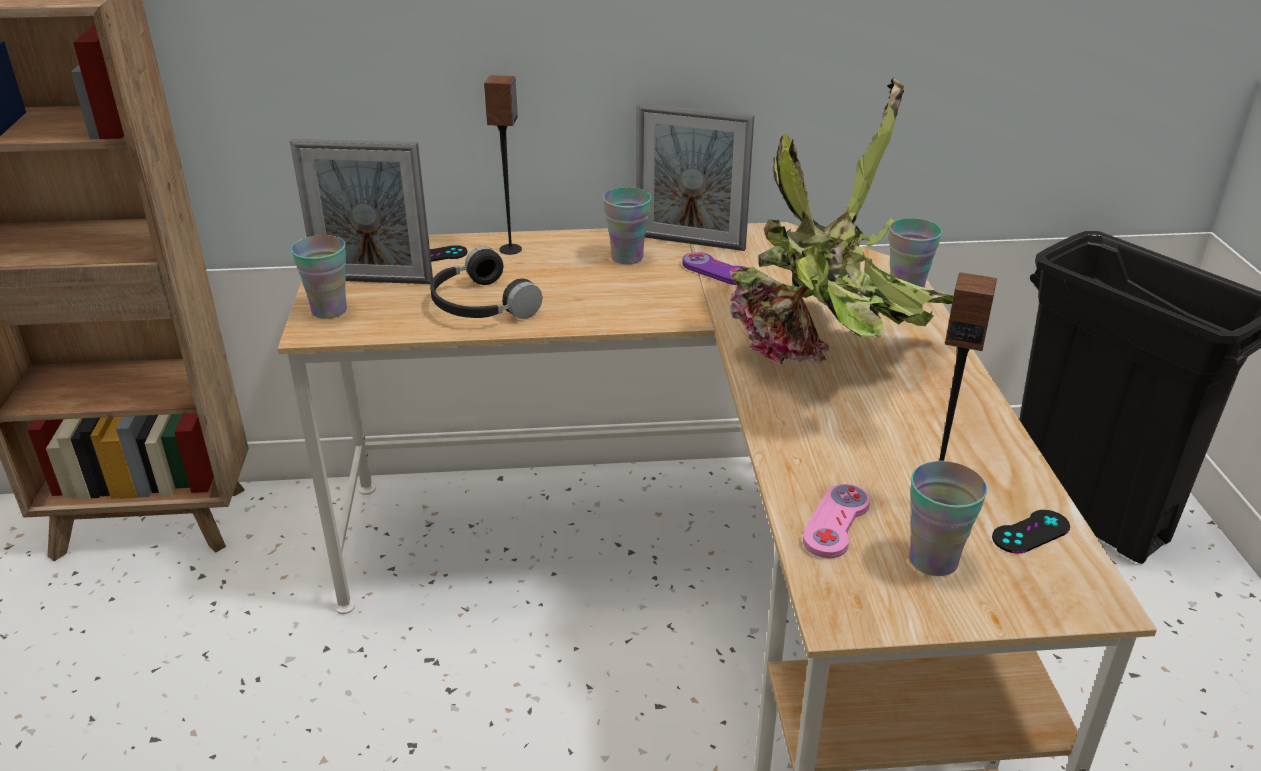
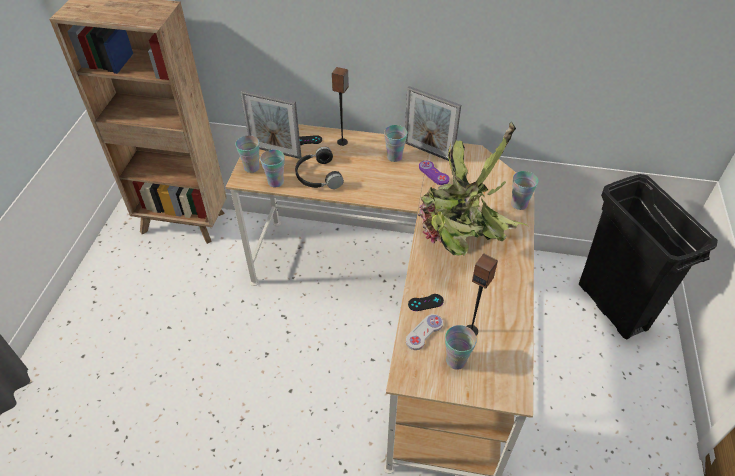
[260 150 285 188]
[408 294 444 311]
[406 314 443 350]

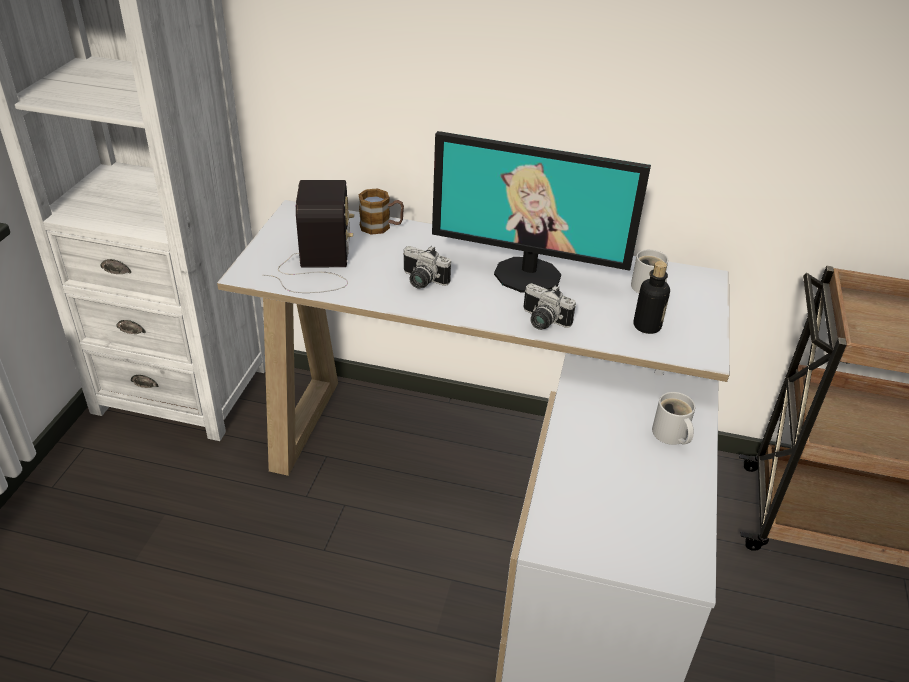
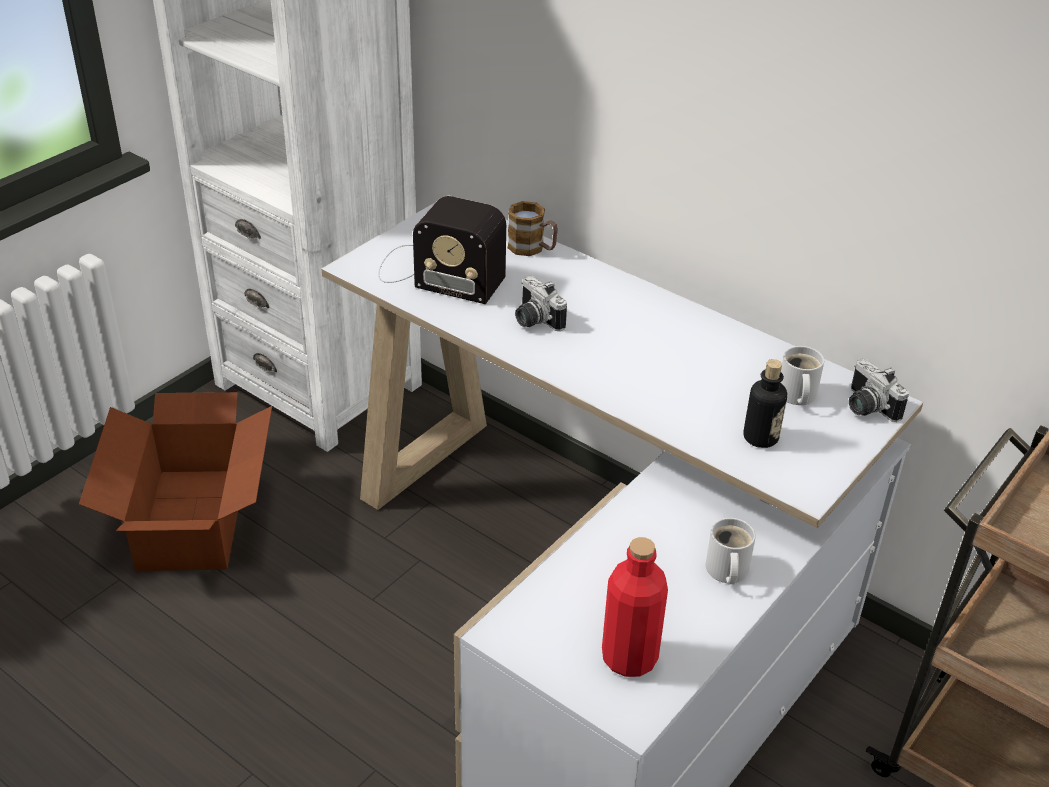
[432 131 651 292] (first image)
[79 392 272 571]
[602 537 668 677]
[849 359 909 422]
[378 196 506 304]

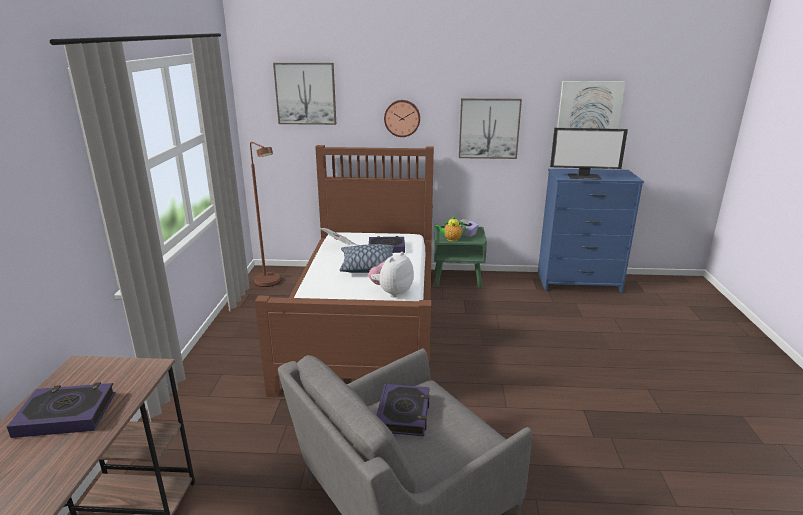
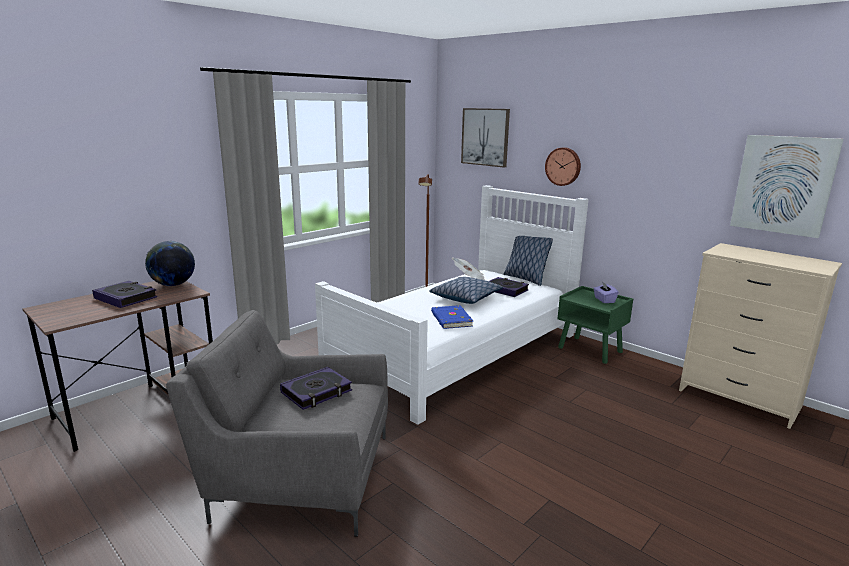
[434 215 466 241] (first image)
[459 98 522 159] (first image)
[550 128 628 180] (first image)
[145 241 195 286]
[503 236 553 286]
[431 305 473 329]
[315 185 589 425]
[679 243 842 429]

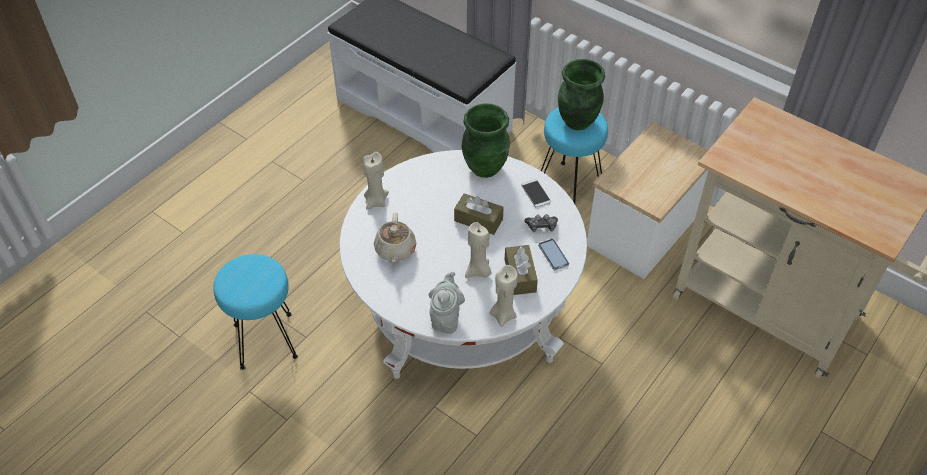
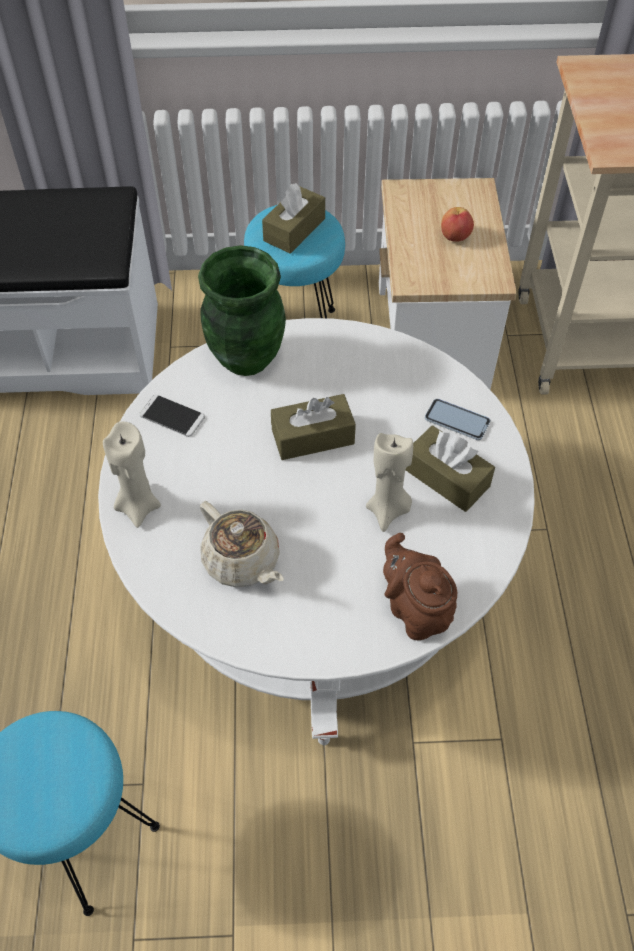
[490 265 518 327] (first image)
[525 214 558 232] (first image)
[441 207 474 242]
[139 395 205 437]
[262 183 325 254]
[383 533 457 640]

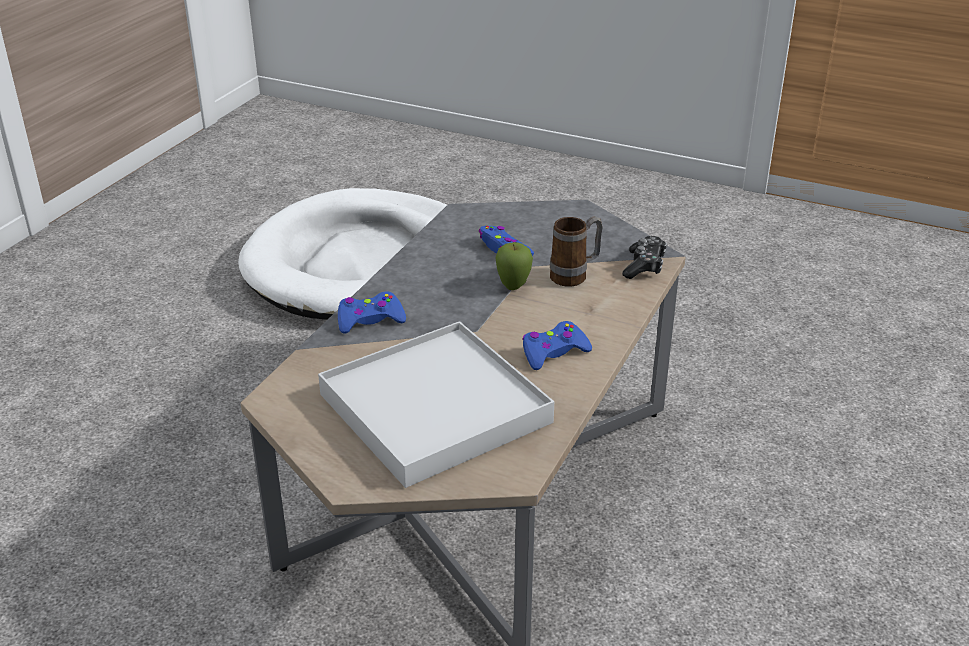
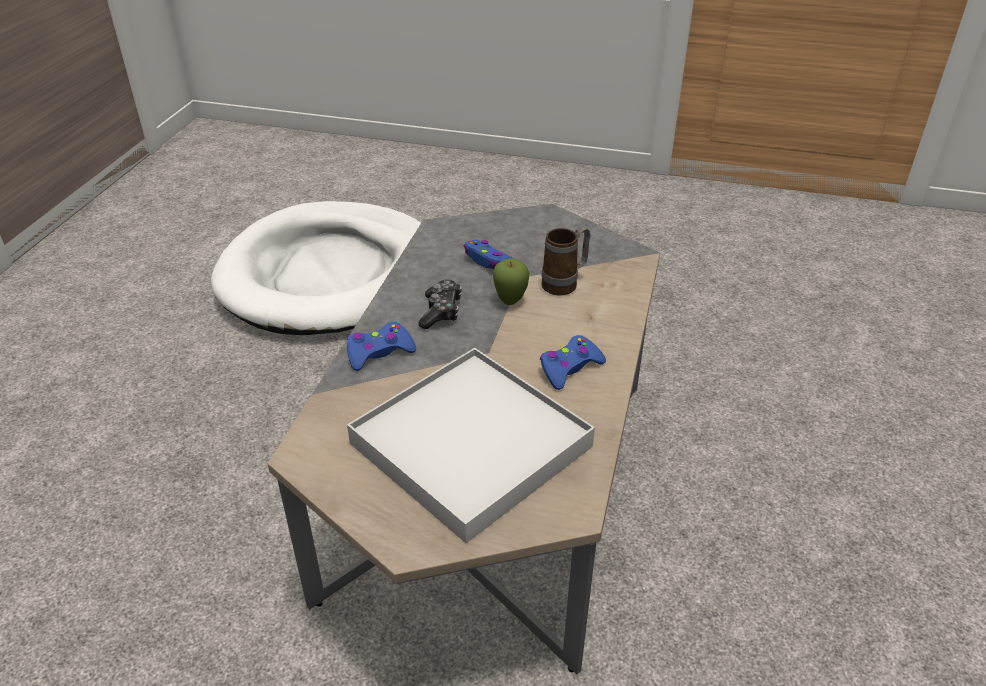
[418 279 462 329]

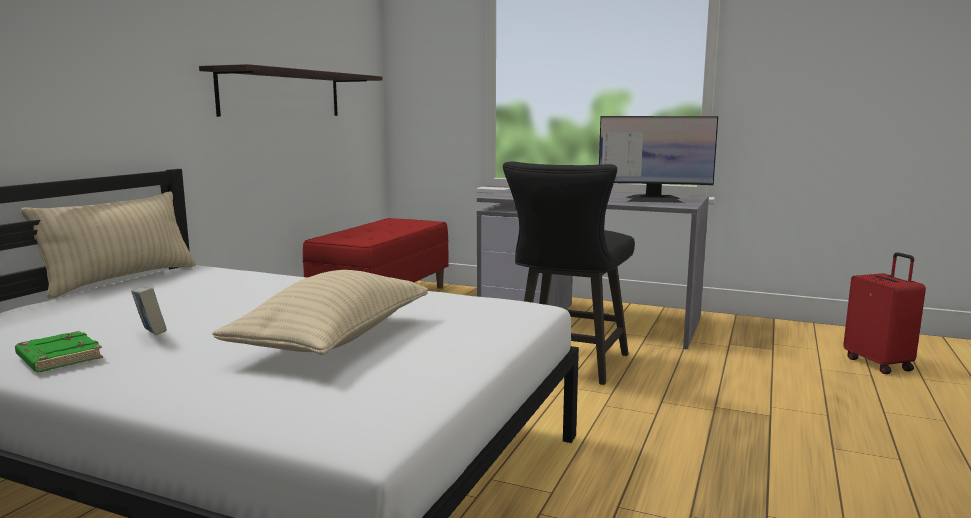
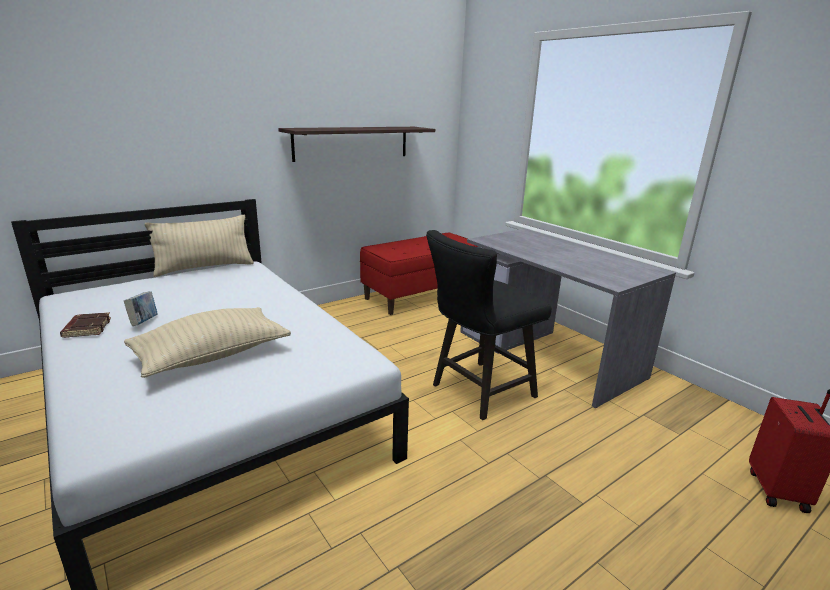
[599 116 718 203] (first image)
[60 312 111 338]

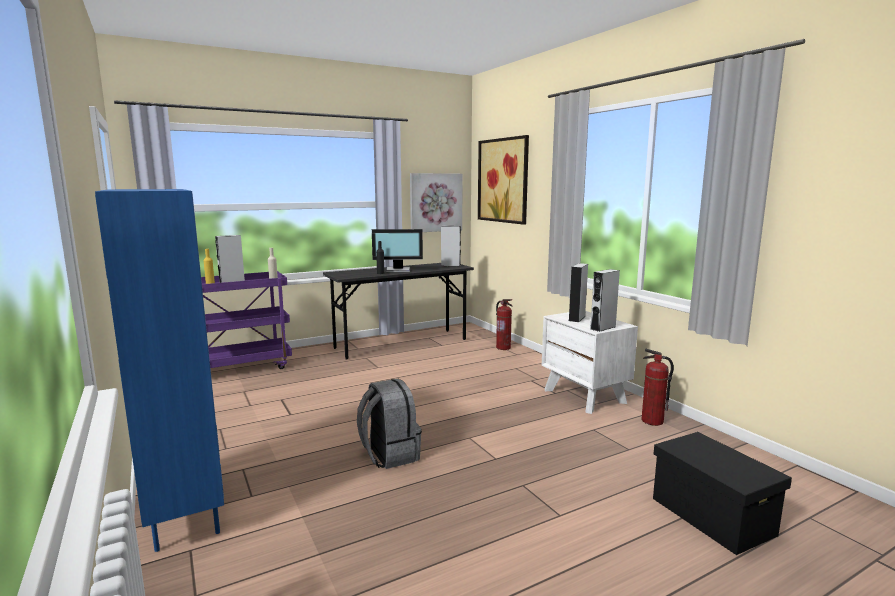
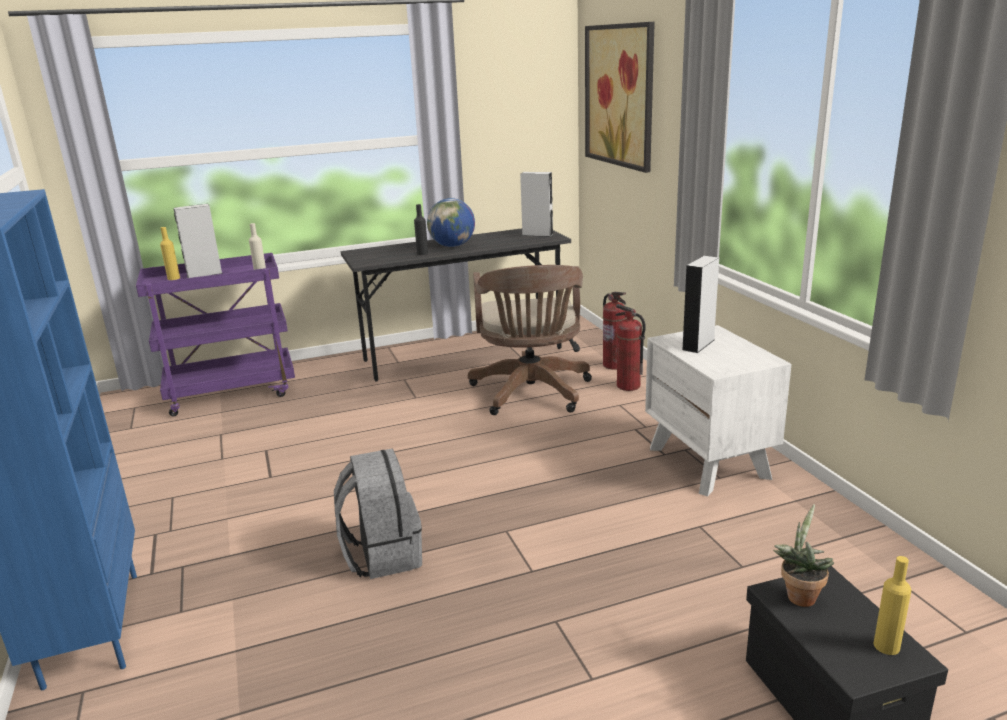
[410 173 463 232] (first image)
[590 269 620 332] (first image)
[468 265 592 415]
[773 504 834 607]
[873 556 911 655]
[615 304 646 391]
[427 198 475 247]

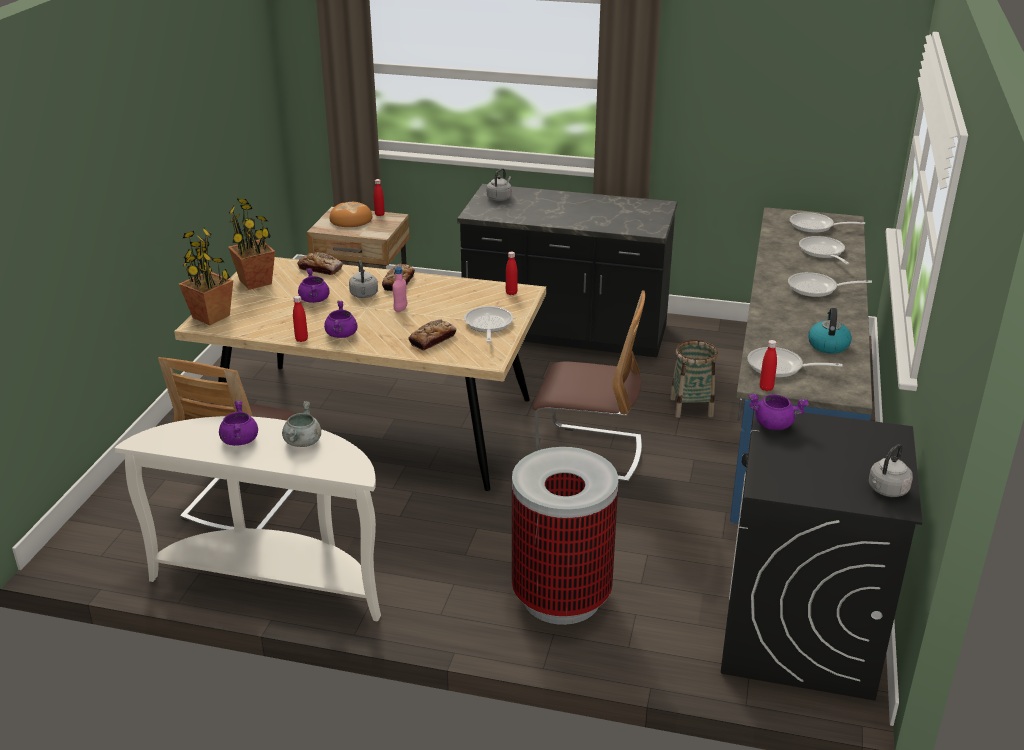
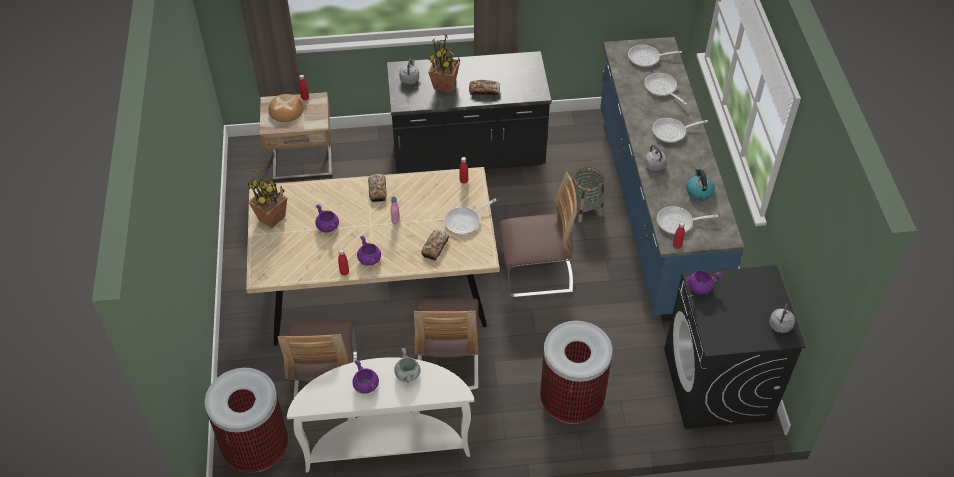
[205 368 288 473]
[414 298 479 391]
[428 32 460 93]
[469 80 500 96]
[644 145 666 171]
[444 199 496 235]

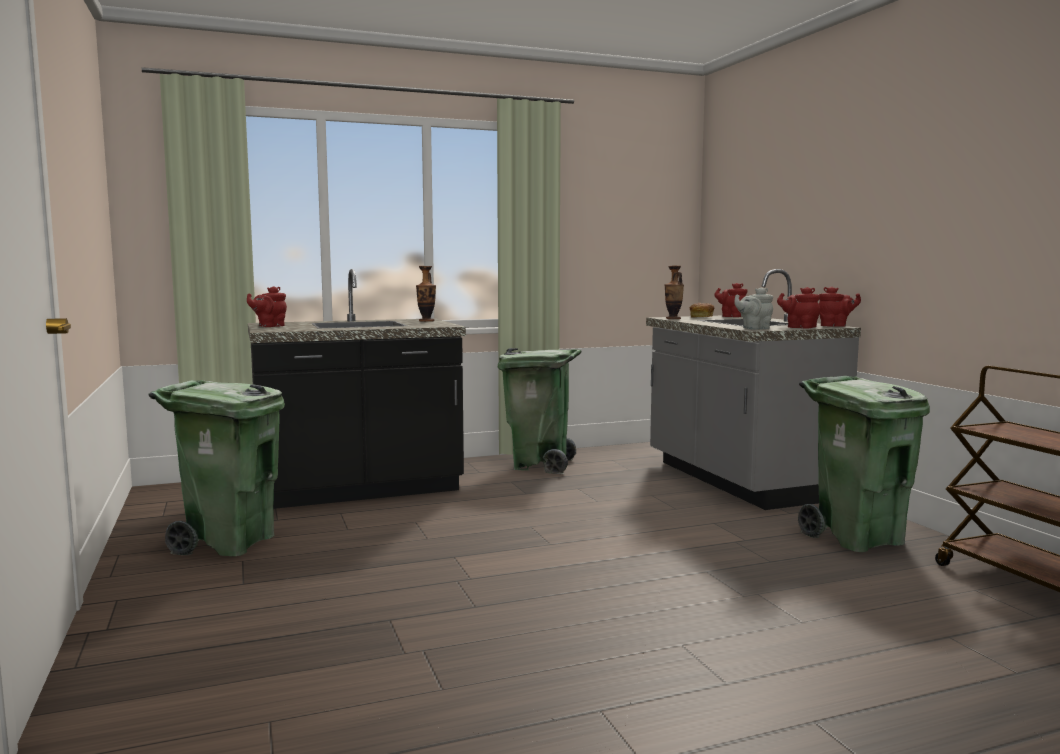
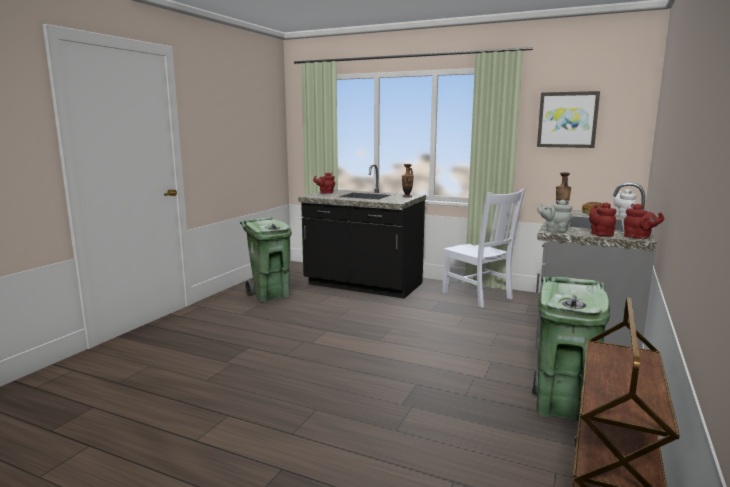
[537 91 600 148]
[442 189 525 307]
[614 189 636 217]

